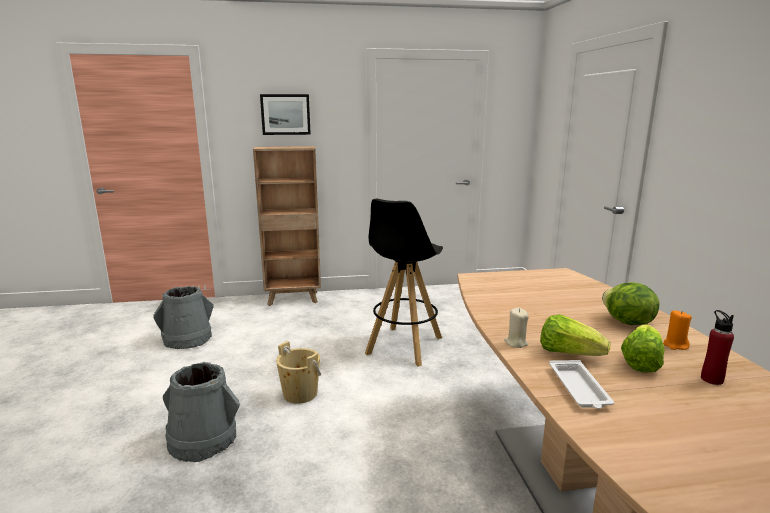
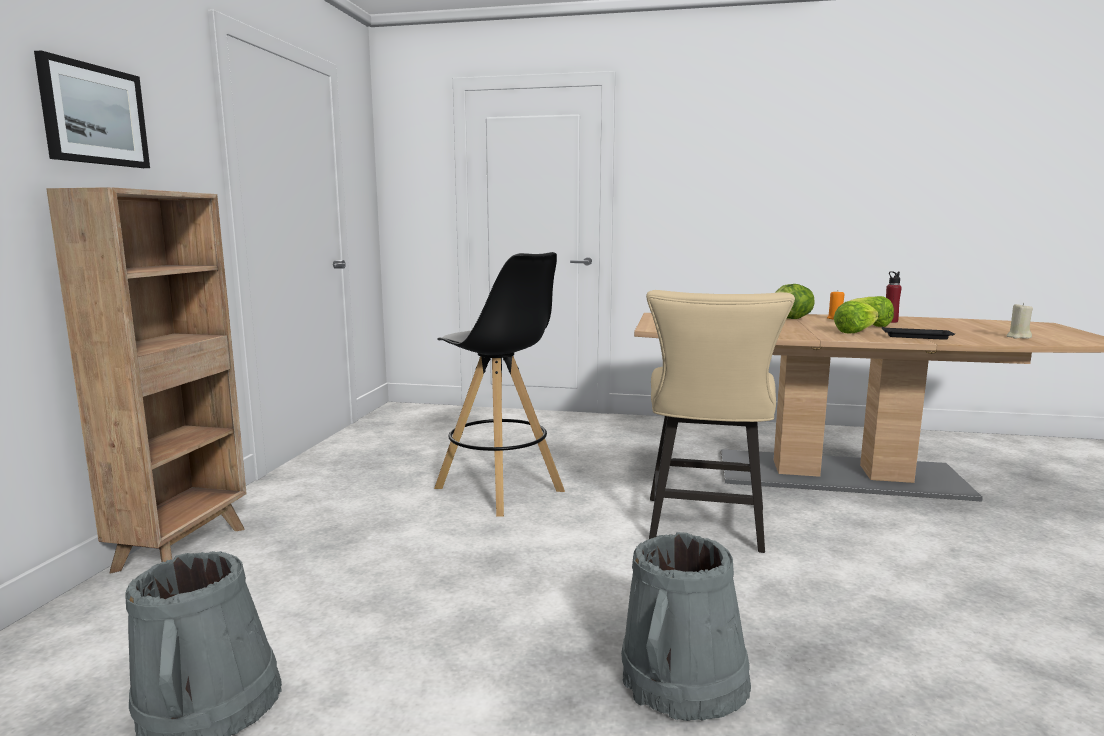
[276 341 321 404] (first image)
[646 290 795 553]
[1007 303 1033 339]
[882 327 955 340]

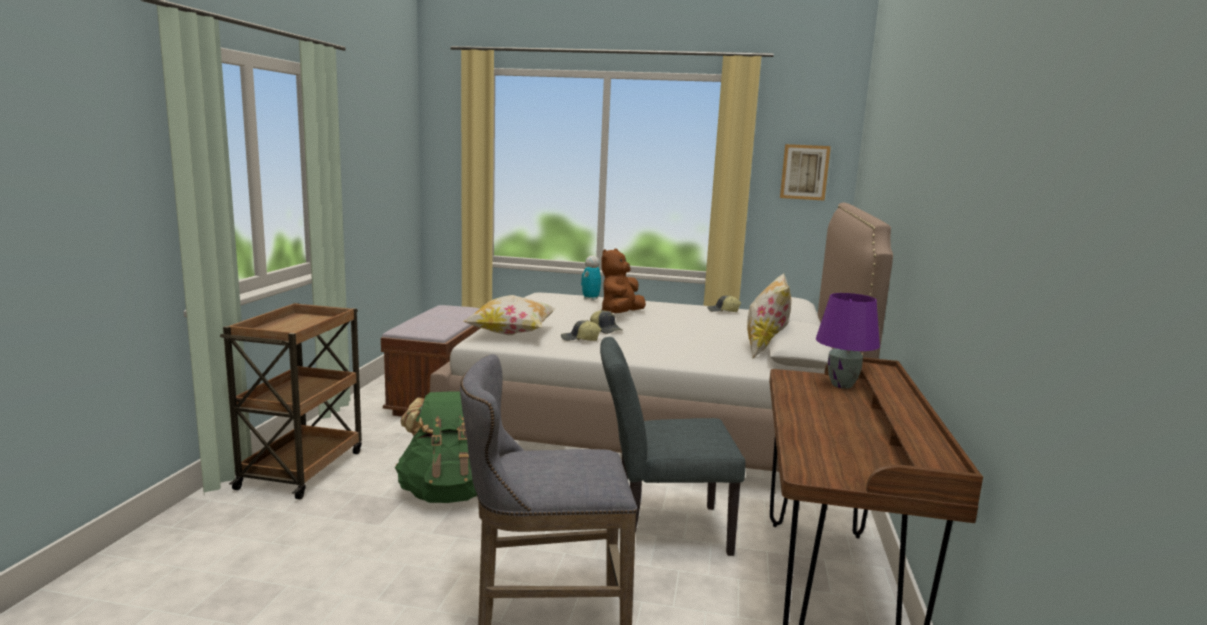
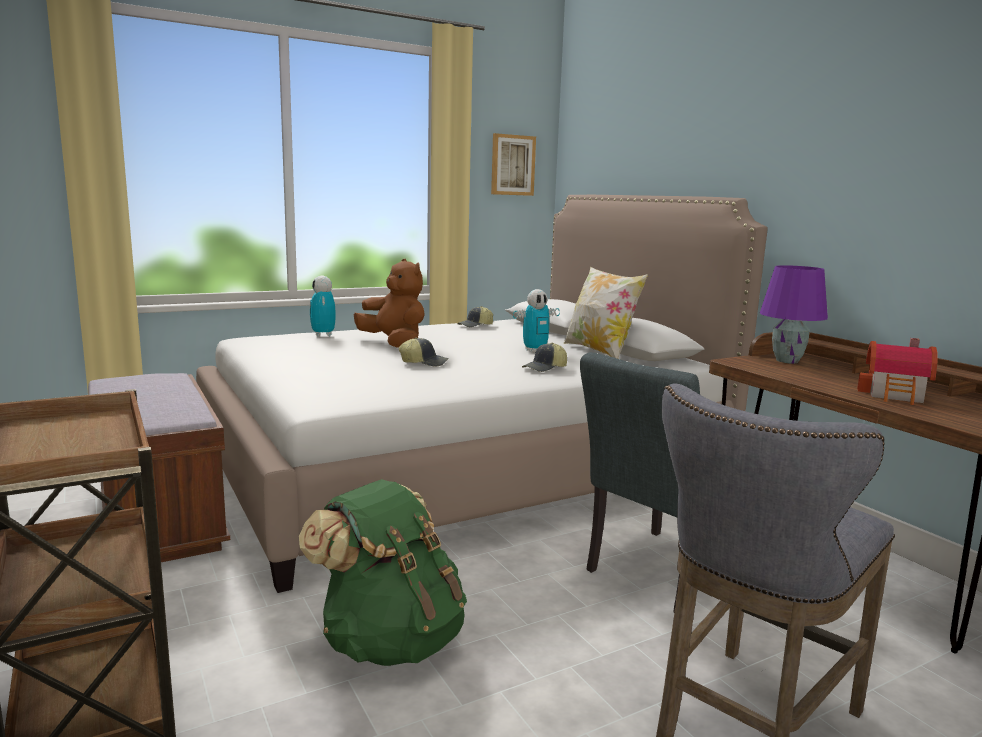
[464 295 555 335] (first image)
[513 289 560 353]
[857 338 938 405]
[522 342 567 372]
[354 259 425 348]

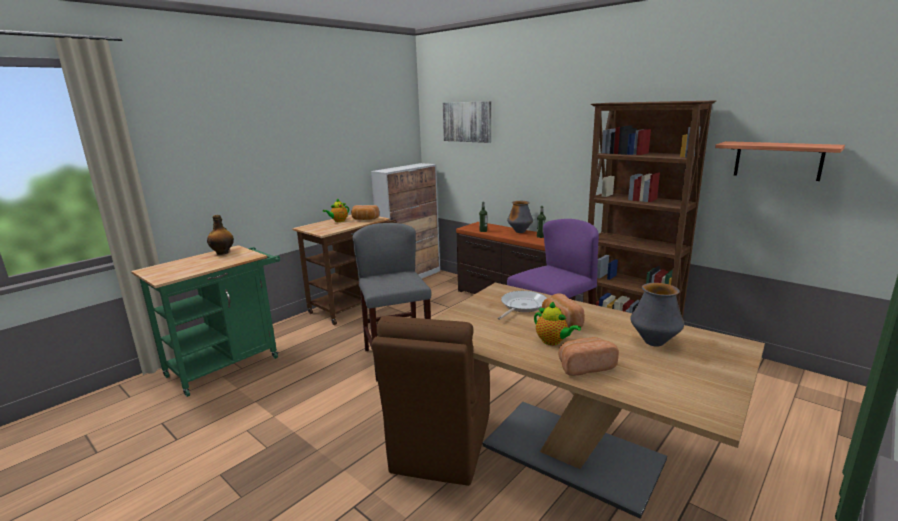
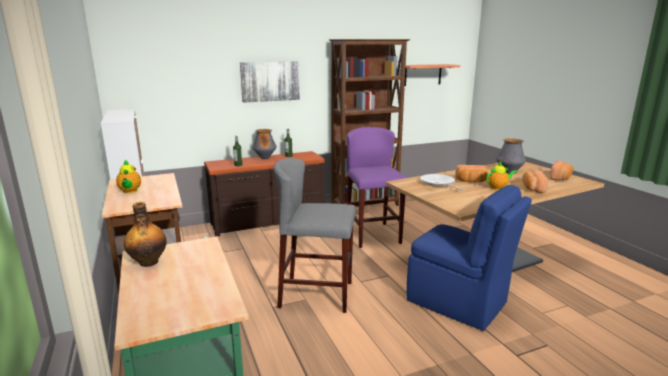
[550 161 573 180]
[240 61 300 103]
[407 185 532 331]

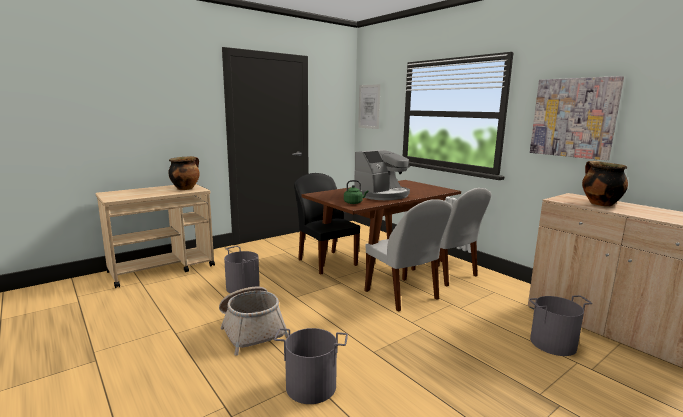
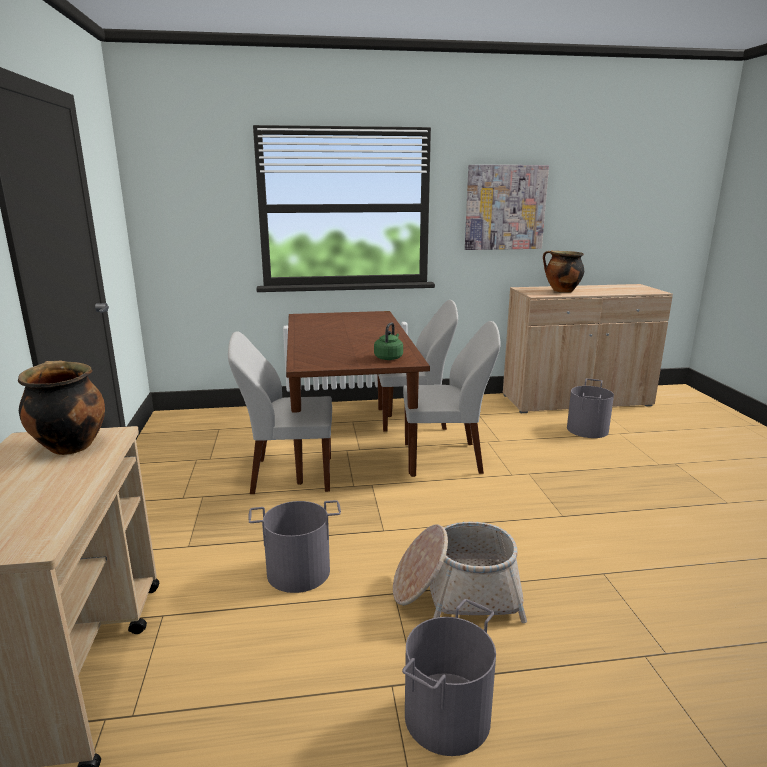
[354 149 410 200] (first image)
[358 84 381 129] (first image)
[402 599 496 756]
[228 331 332 494]

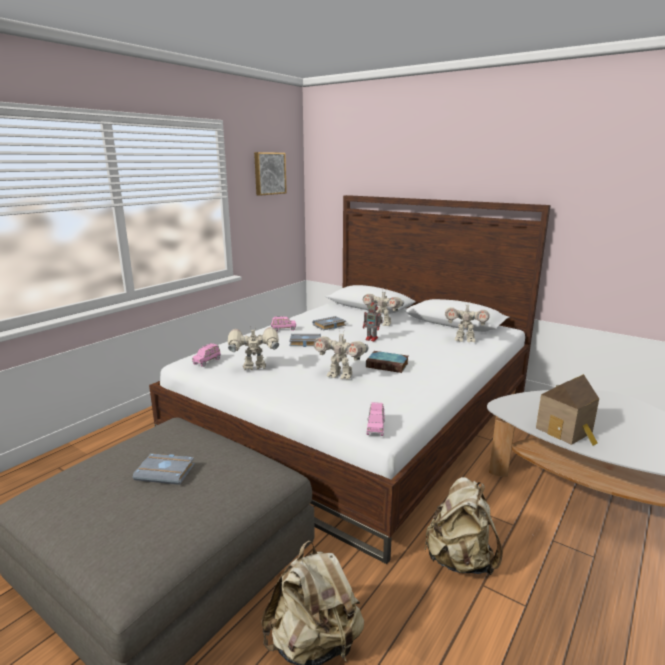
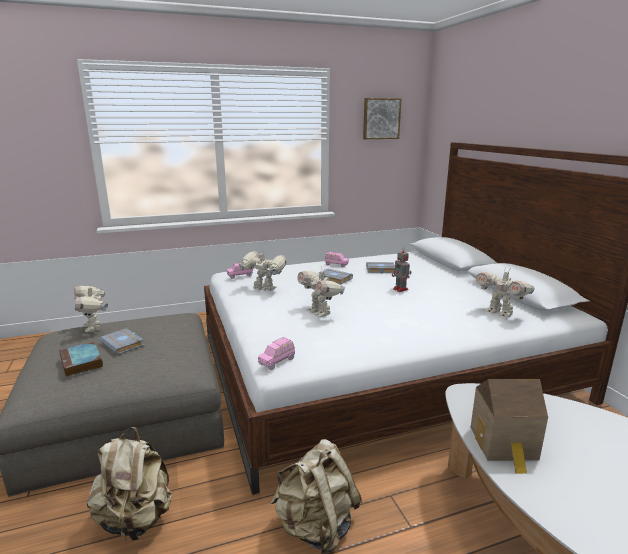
[74 282 108 332]
[59 342 103 377]

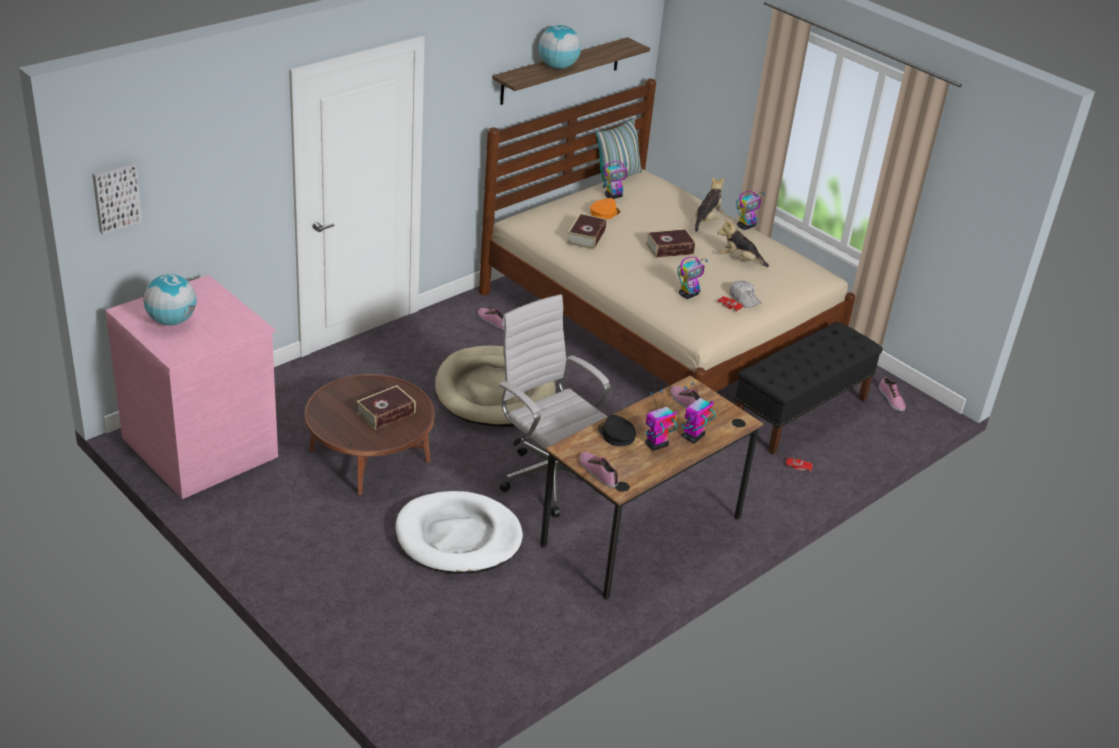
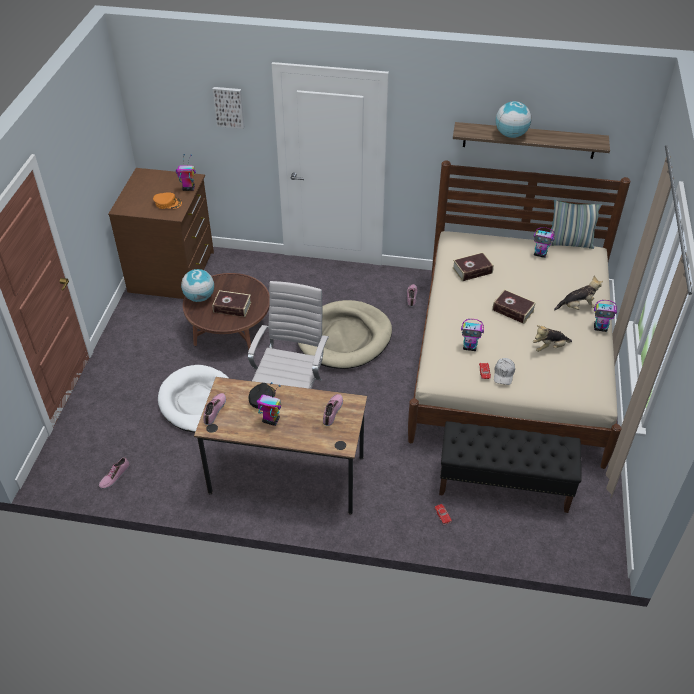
[213 87 245 129]
[181 269 214 302]
[153 192 182 209]
[176 154 196 191]
[99 457 130 489]
[108 168 214 299]
[533 325 572 352]

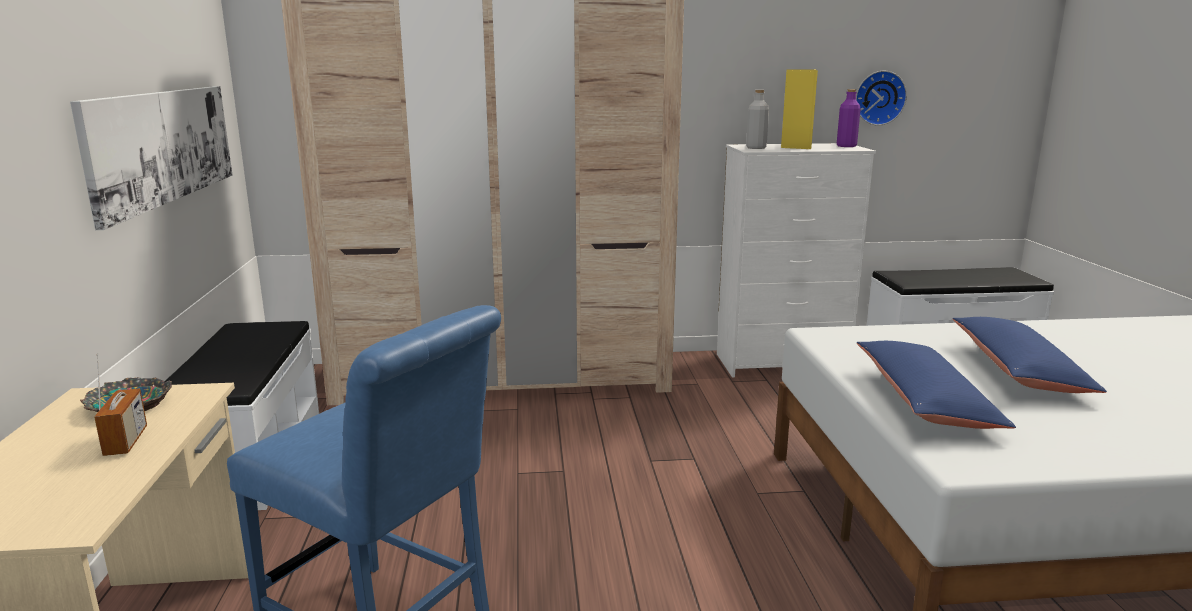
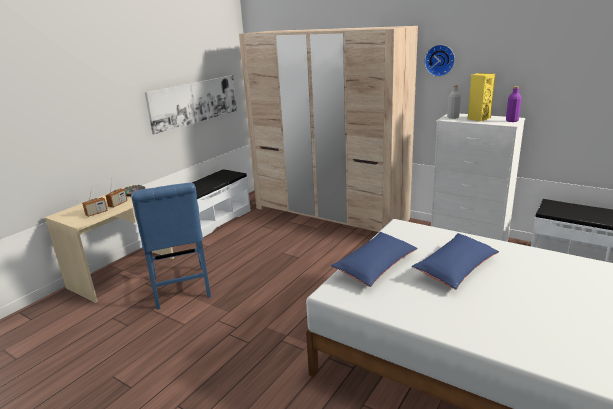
[82 189 108 217]
[424 44 455 77]

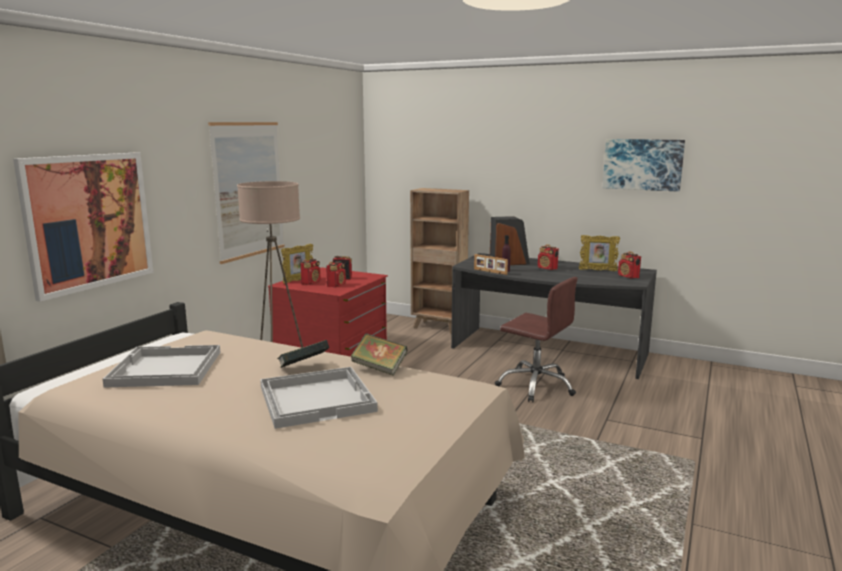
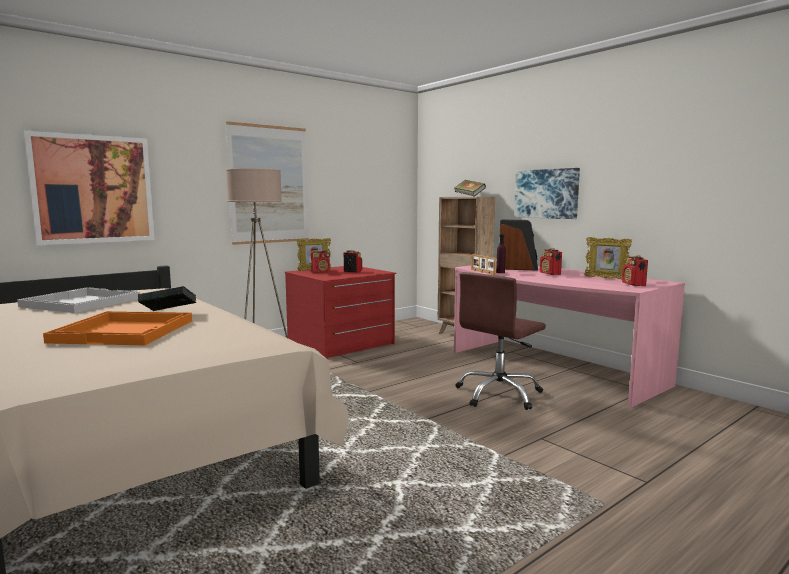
[326 261 346 287] (first image)
[454 180 486 197]
[514 168 580 219]
[43 311 192 345]
[454 263 685 408]
[455 272 546 410]

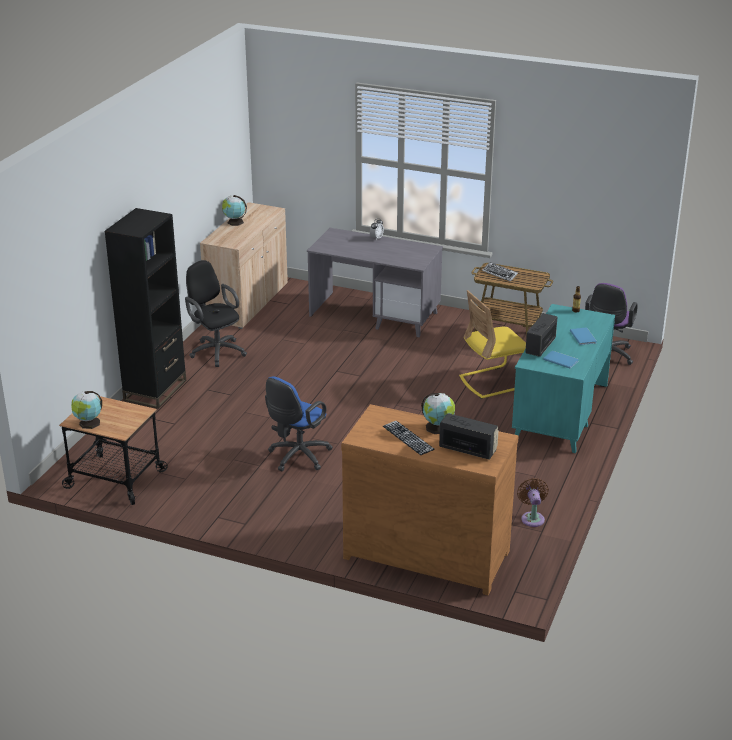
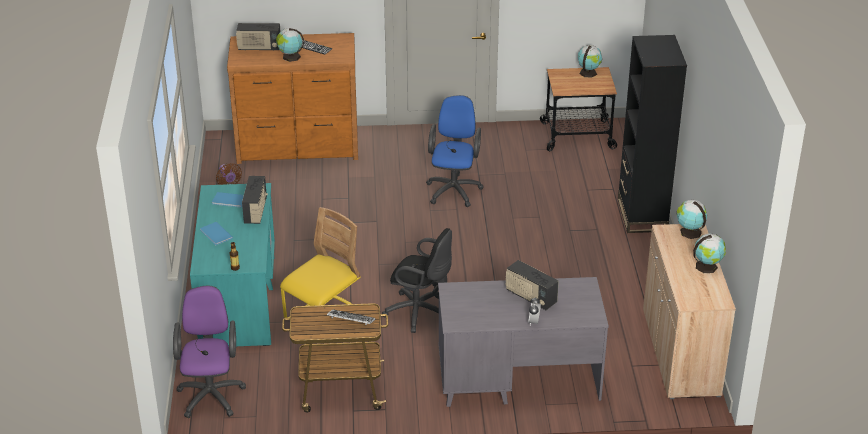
[506 260 559 310]
[677 200 707 239]
[382 228 452 333]

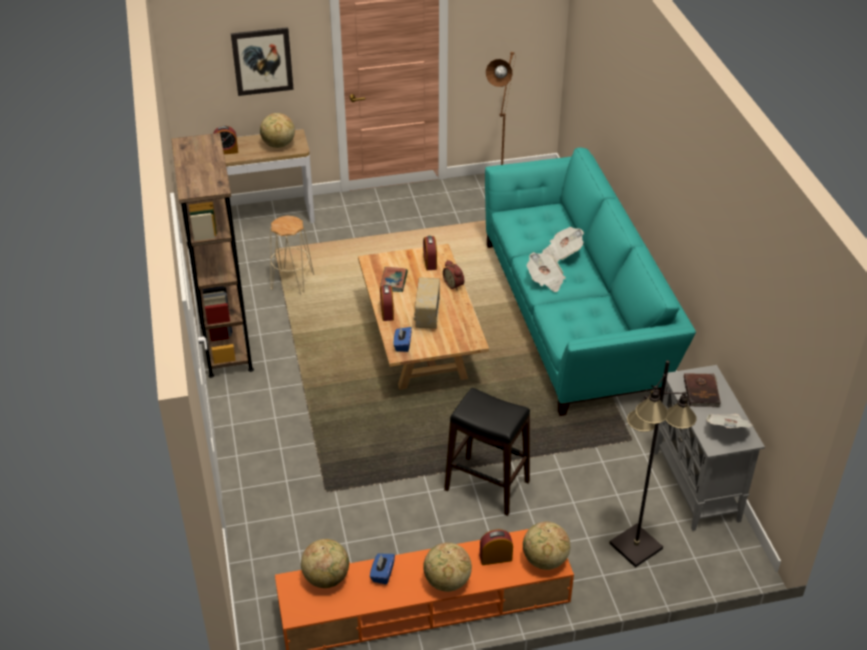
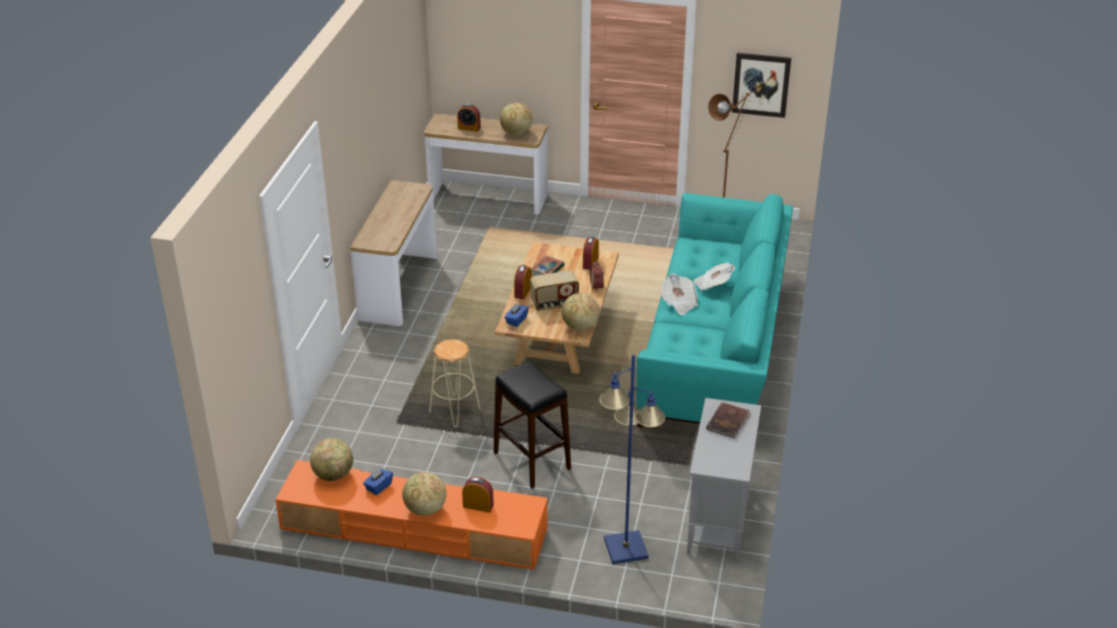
[706 414 753 428] (first image)
[732 53 791 118]
[429 340 480 427]
[562 293 600 331]
[350 180 437 326]
[599 354 666 564]
[530 270 579 311]

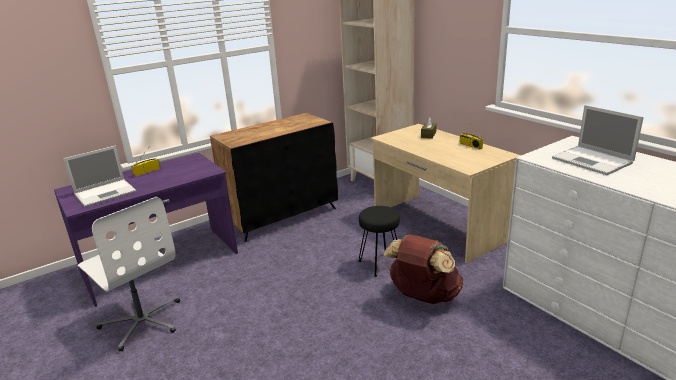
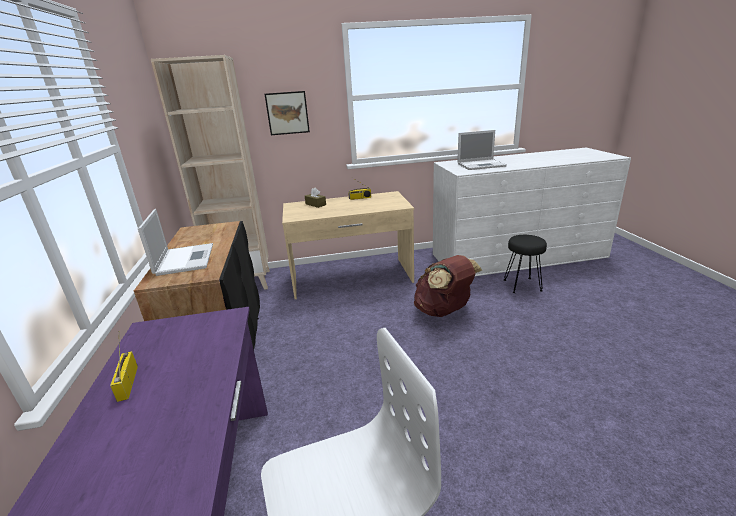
[265 91 310 135]
[138 209 213 276]
[504 235 547 293]

